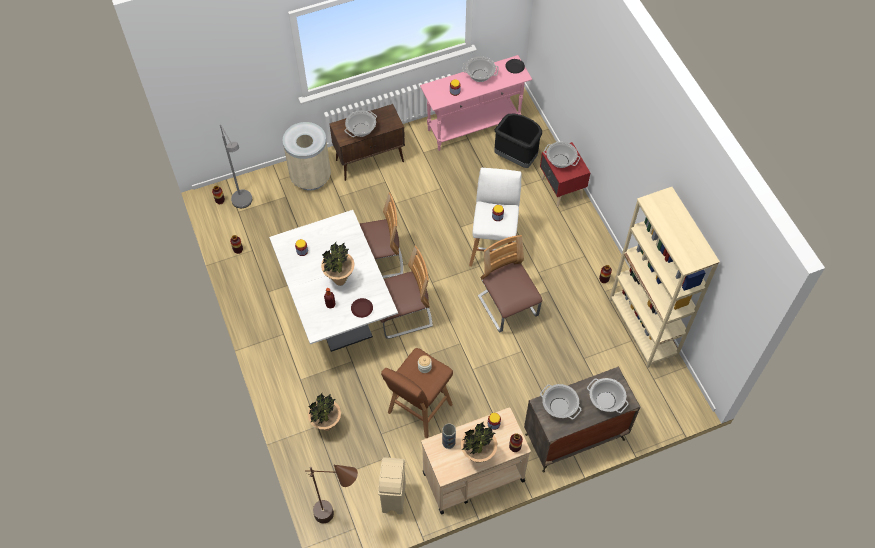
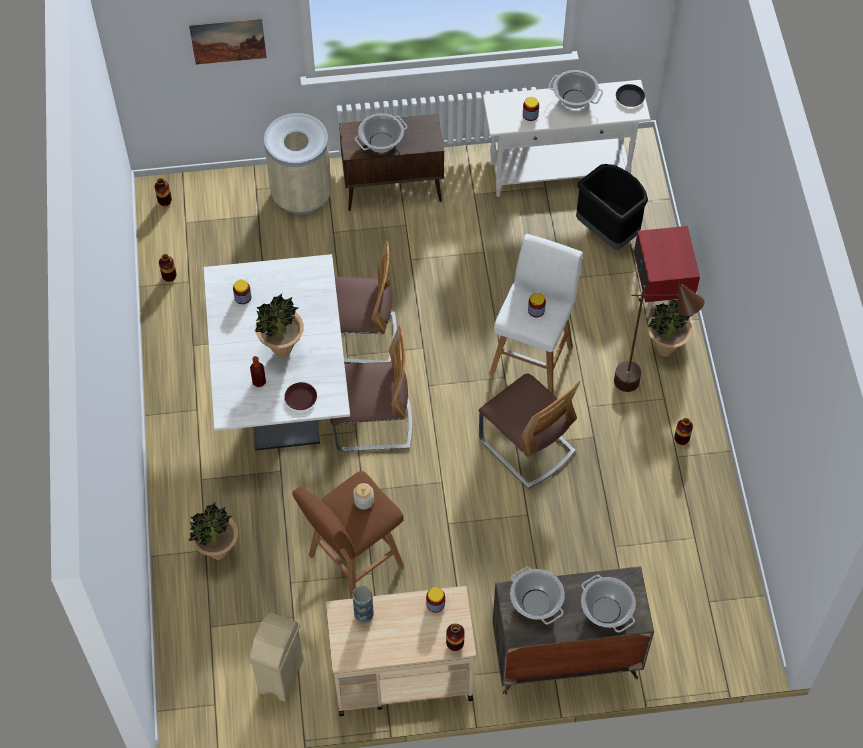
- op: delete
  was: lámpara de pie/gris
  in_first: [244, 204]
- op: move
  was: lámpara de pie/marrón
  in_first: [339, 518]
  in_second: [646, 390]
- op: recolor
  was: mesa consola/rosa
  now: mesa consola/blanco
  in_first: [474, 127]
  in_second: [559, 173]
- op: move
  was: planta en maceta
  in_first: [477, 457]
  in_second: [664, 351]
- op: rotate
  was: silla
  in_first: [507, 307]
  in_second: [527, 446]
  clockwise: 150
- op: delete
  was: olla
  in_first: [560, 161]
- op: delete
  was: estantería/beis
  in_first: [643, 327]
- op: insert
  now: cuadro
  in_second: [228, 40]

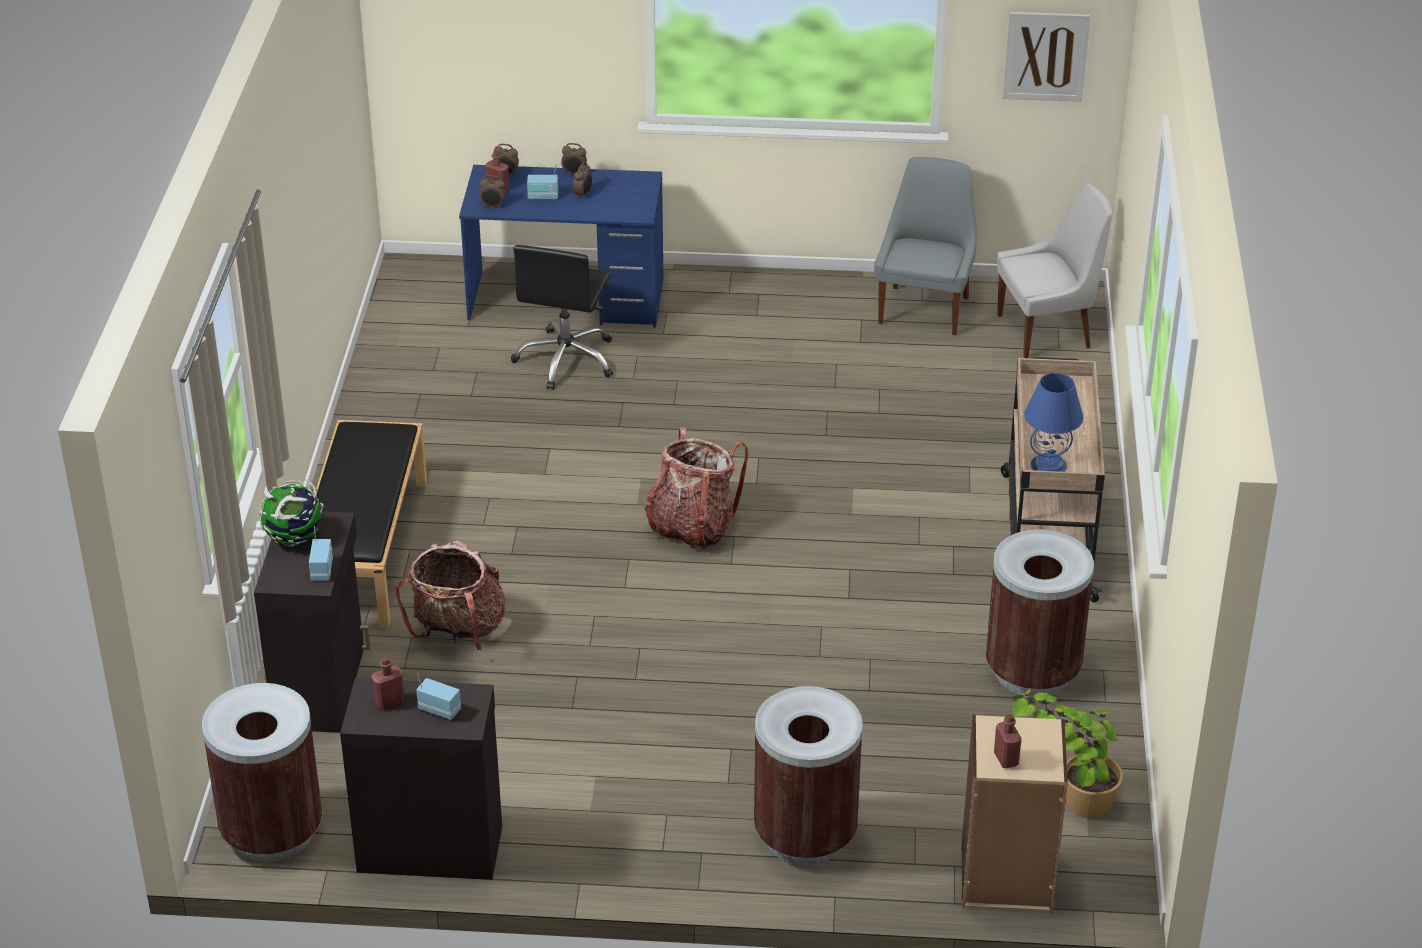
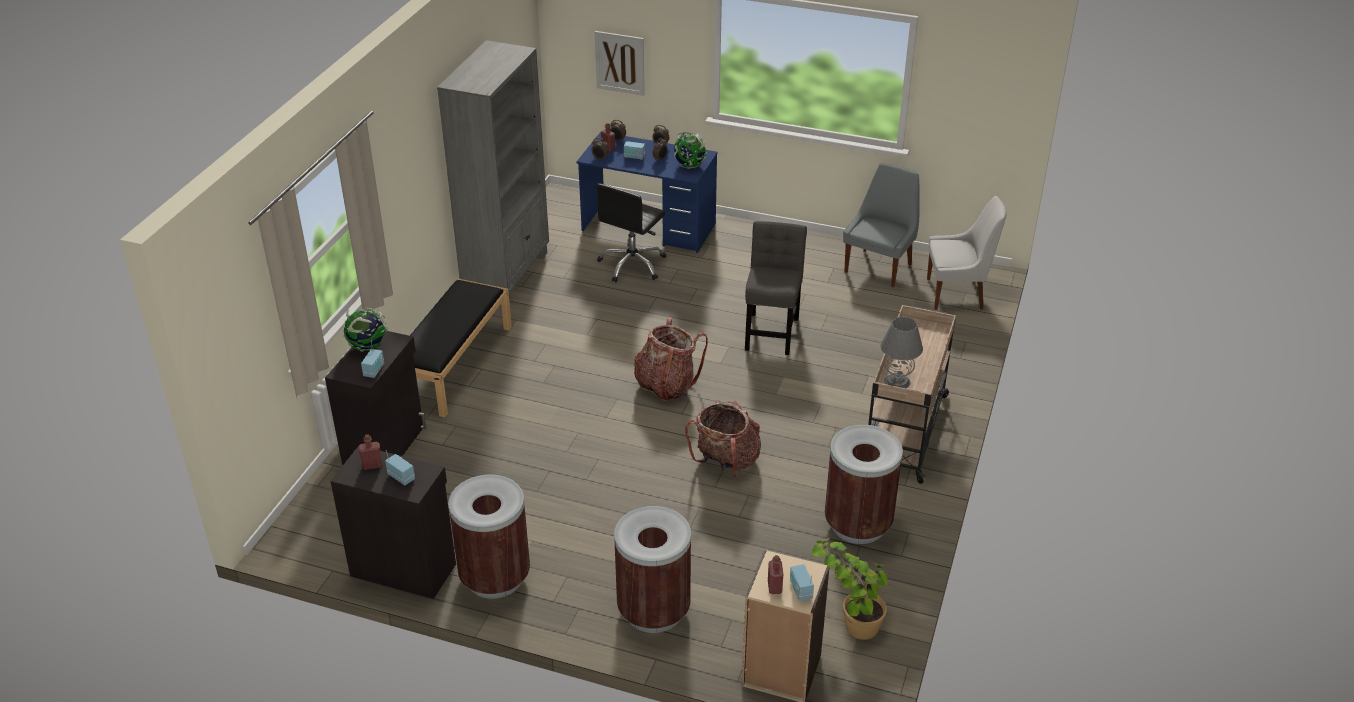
- op: move
  was: papelera/marrón
  in_first: [272, 831]
  in_second: [495, 577]
- op: move
  was: mochila
  in_first: [458, 630]
  in_second: [726, 461]
- op: move
  was: cuadro
  in_first: [1046, 56]
  in_second: [620, 63]
- op: recolor
  was: lámpara de mesa/azul
  now: lámpara de mesa/gris
  in_first: [1048, 465]
  in_second: [897, 382]
- op: insert
  now: estantería/gris
  in_second: [507, 273]
- op: insert
  now: globo terráqueo
  in_second: [689, 166]
- op: insert
  now: silla/gris
  in_second: [771, 331]
- op: insert
  now: radio
  in_second: [800, 590]

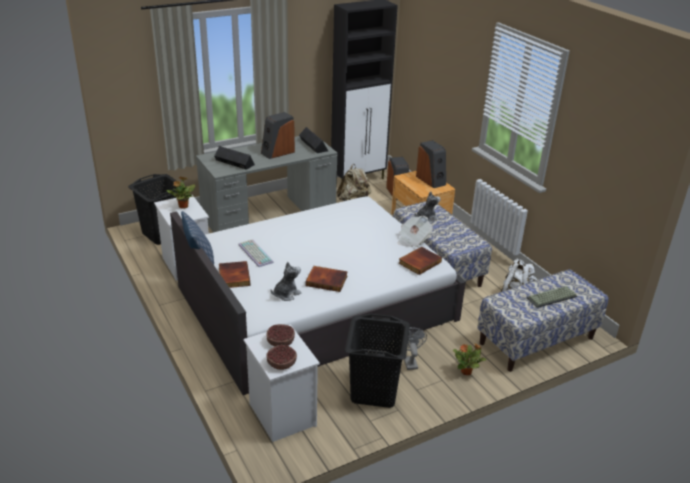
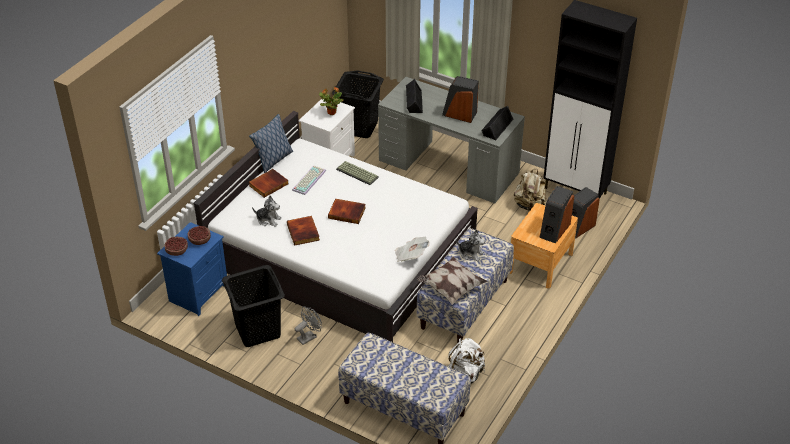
- op: recolor
  was: mesita de noche/blanco
  now: mesita de noche/azul
  in_first: [280, 414]
  in_second: [198, 293]
- op: move
  was: libro
  in_first: [419, 262]
  in_second: [347, 212]
- op: delete
  was: planta en maceta
  in_first: [466, 372]
- op: move
  was: teclado
  in_first: [551, 298]
  in_second: [356, 173]
- op: insert
  now: cojín
  in_second: [451, 288]

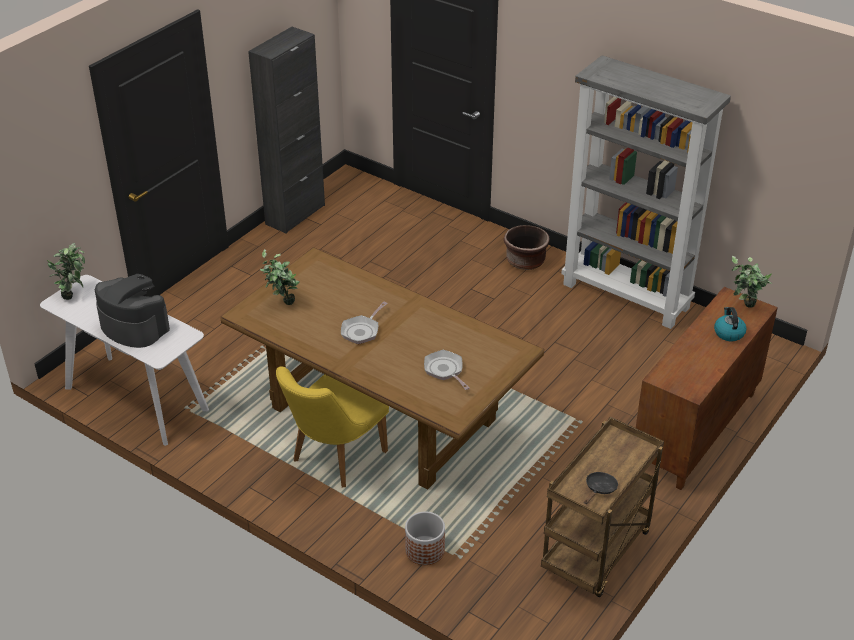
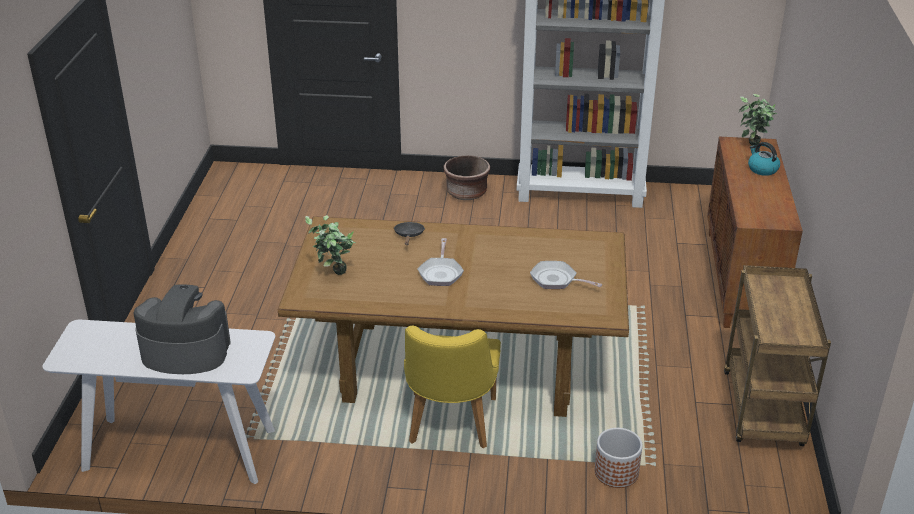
- op: delete
  was: planta en maceta
  in_first: [74, 294]
- op: delete
  was: armario/negro
  in_first: [295, 214]
- op: move
  was: sartén/negro
  in_first: [599, 489]
  in_second: [409, 235]

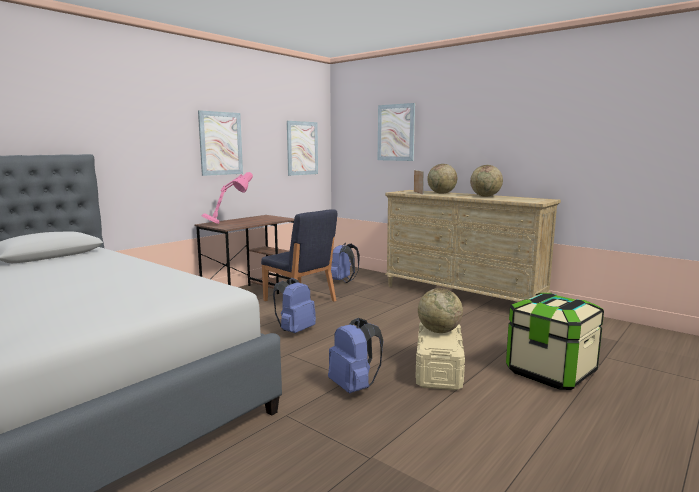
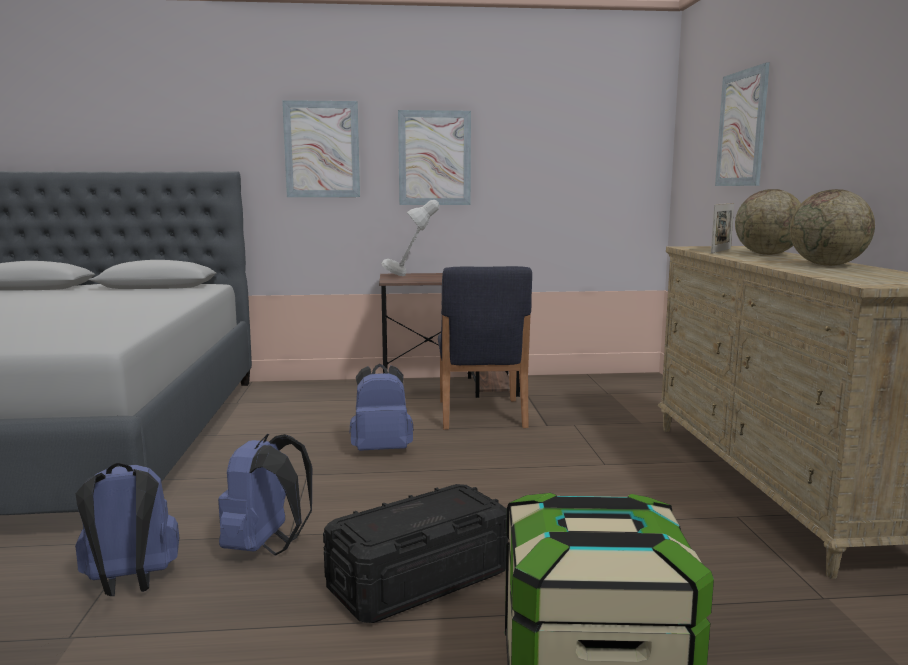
- op: recolor
  was: lámpara de mesa/rosa
  now: lámpara de mesa/gris
  in_first: [228, 224]
  in_second: [411, 277]
- op: move
  was: cuadro
  in_first: [302, 148]
  in_second: [322, 149]
- op: move
  was: mochila/azul
  in_first: [343, 281]
  in_second: [130, 583]
- op: recolor
  was: caja de almacenaje/beis
  now: caja de almacenaje/negro
  in_first: [439, 369]
  in_second: [419, 580]
- op: delete
  was: globo terráqueo
  in_first: [439, 331]

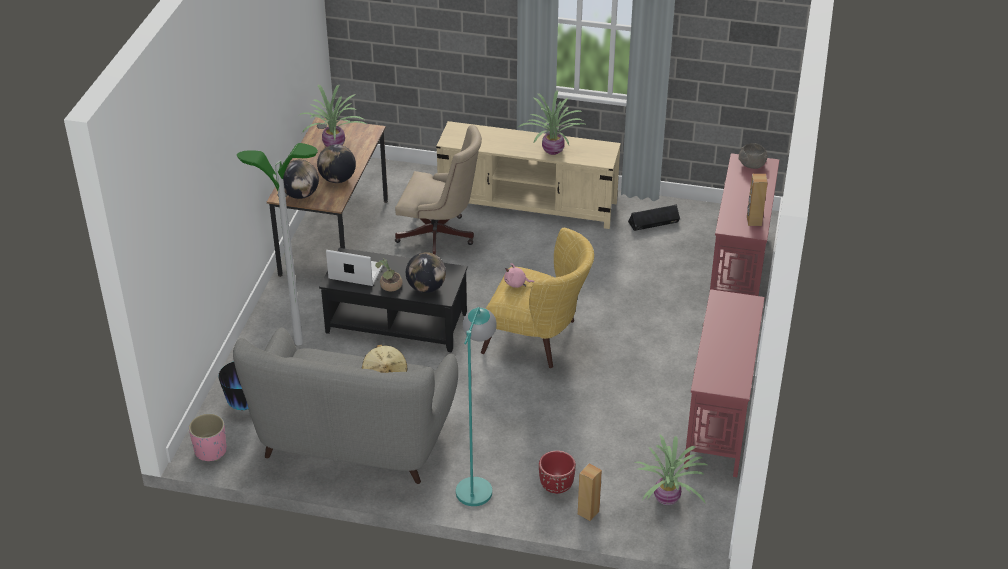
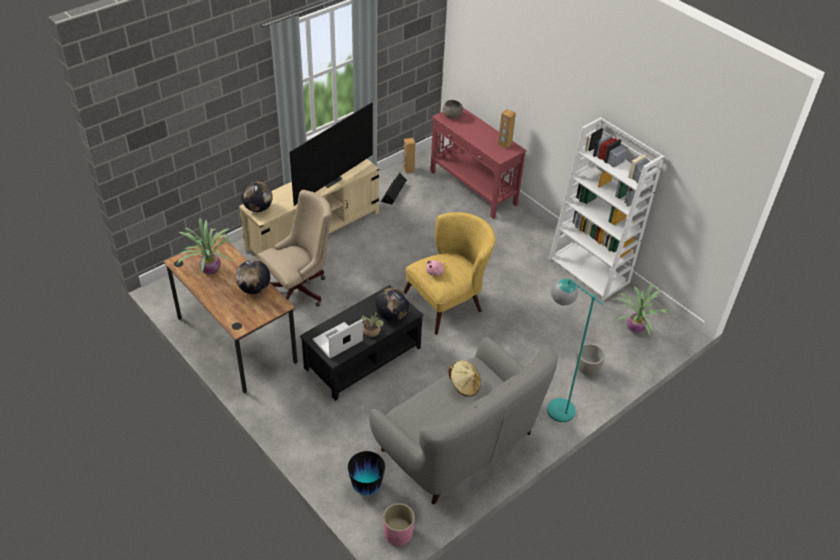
- op: delete
  was: lámpara de pie
  in_first: [299, 342]
- op: move
  was: globo terráqueo
  in_first: [300, 195]
  in_second: [258, 208]
- op: replace
  was: planta en maceta
  now: televisor
  in_first: [553, 150]
  in_second: [330, 180]
- op: recolor
  was: maceta/rojo
  now: maceta/gris
  in_first: [556, 487]
  in_second: [587, 370]
- op: move
  was: altavoz/marrón
  in_first: [588, 512]
  in_second: [408, 169]
- op: replace
  was: mesa consola/rojo
  now: estantería/blanco
  in_first: [718, 421]
  in_second: [589, 271]

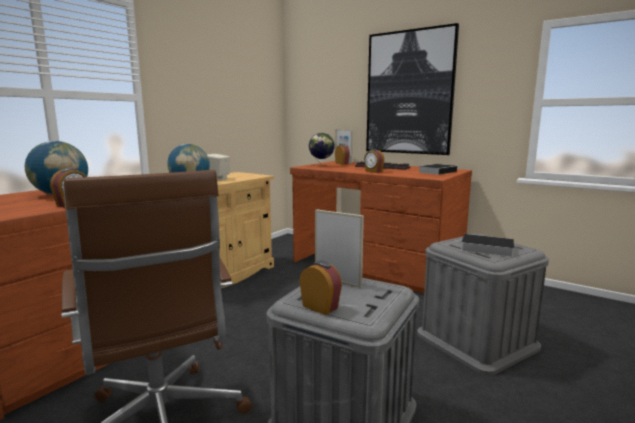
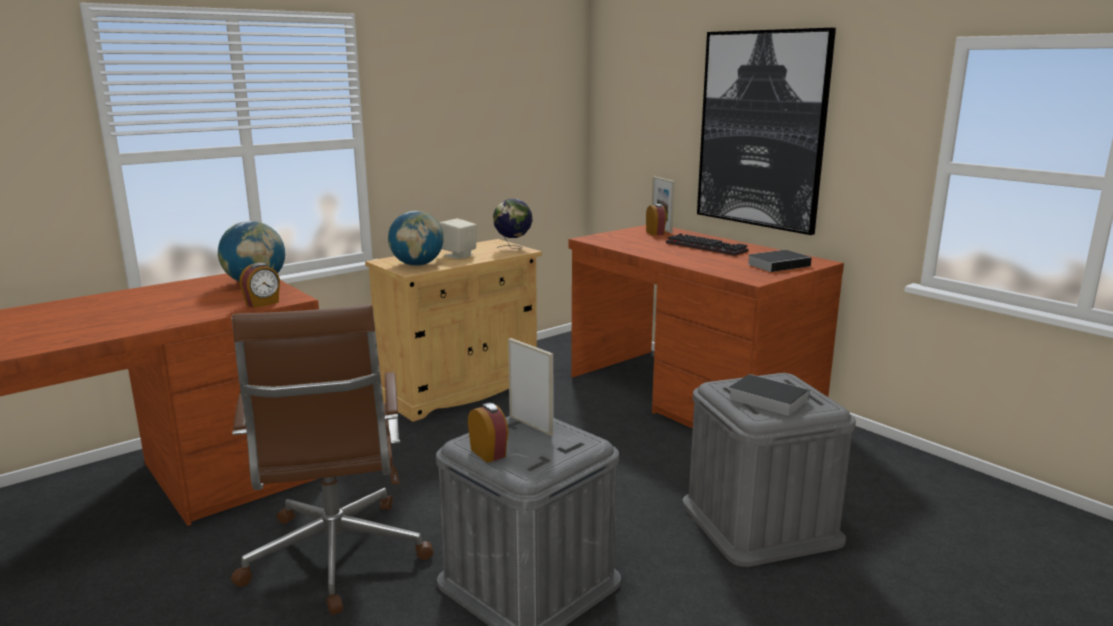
- op: move
  was: globo terráqueo
  in_first: [321, 166]
  in_second: [513, 248]
- op: delete
  was: despertador
  in_first: [373, 171]

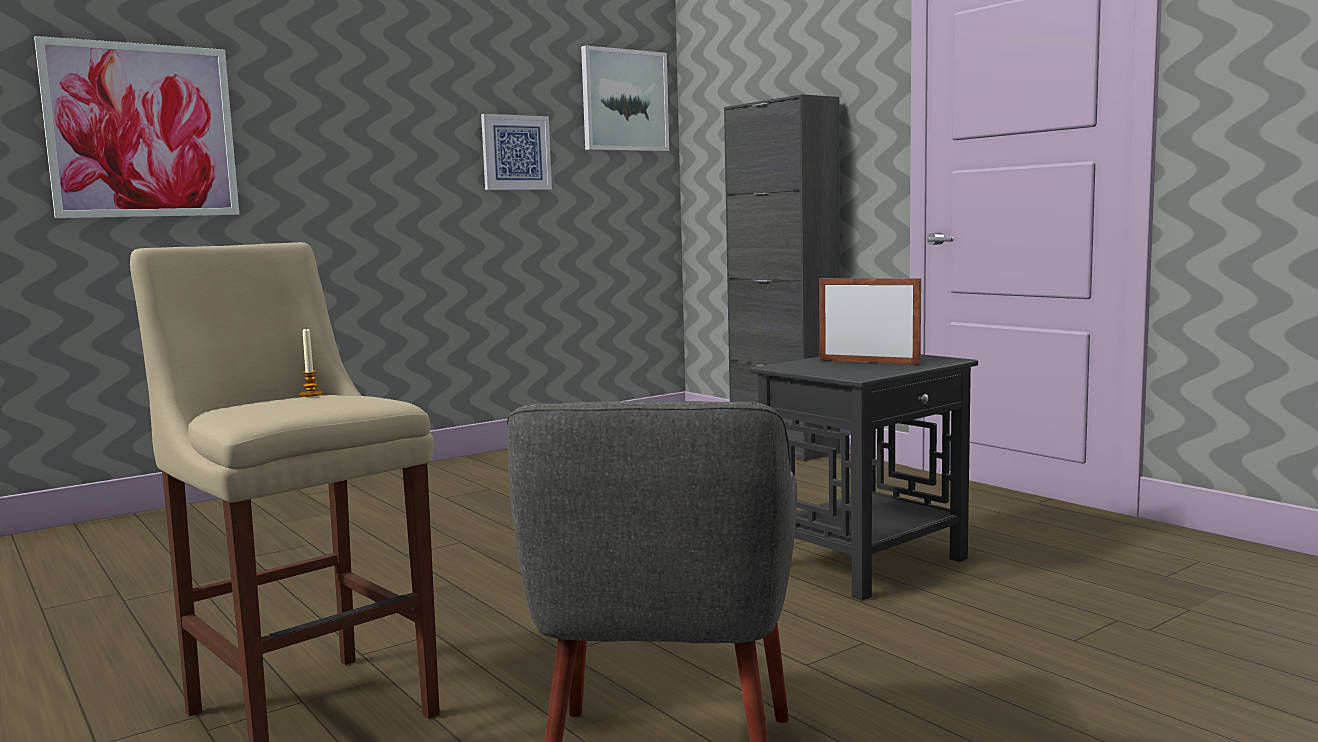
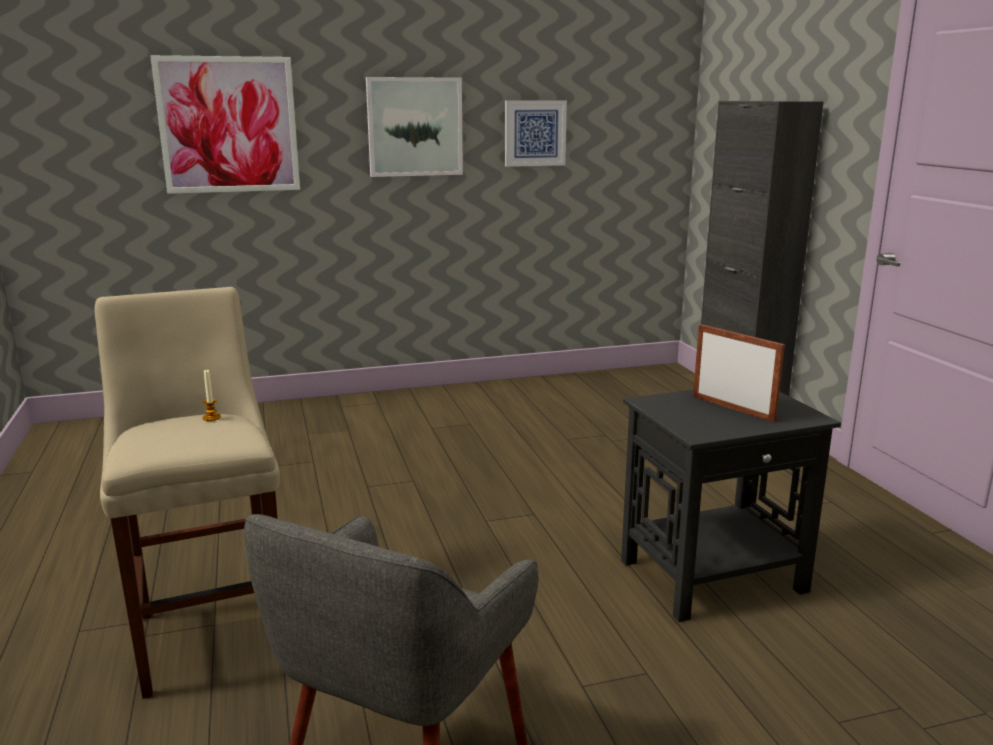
- op: move
  was: cuadro
  in_first: [624, 100]
  in_second: [414, 127]

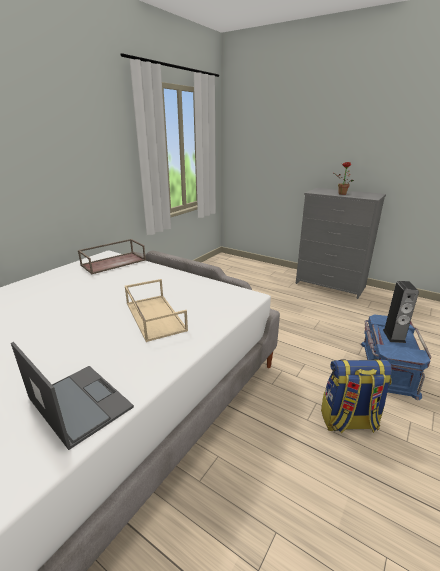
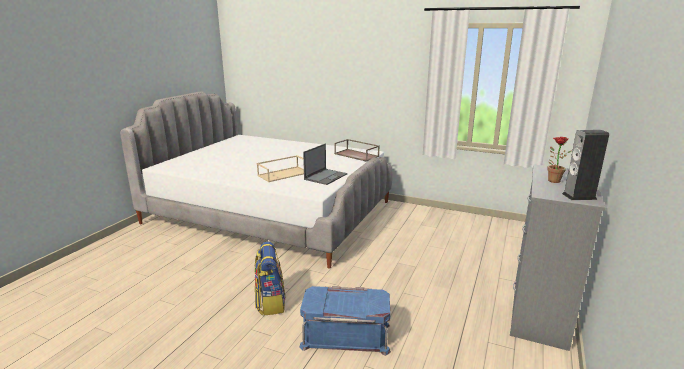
- op: move
  was: portátil
  in_first: [79, 403]
  in_second: [326, 176]
- op: move
  was: altavoz
  in_first: [393, 336]
  in_second: [579, 196]

